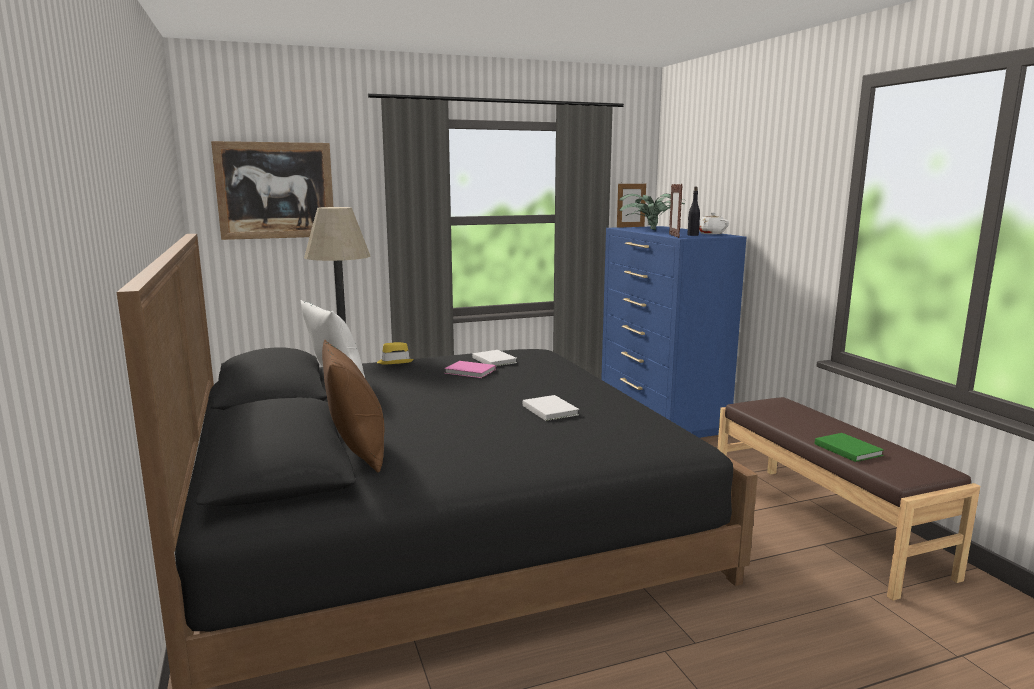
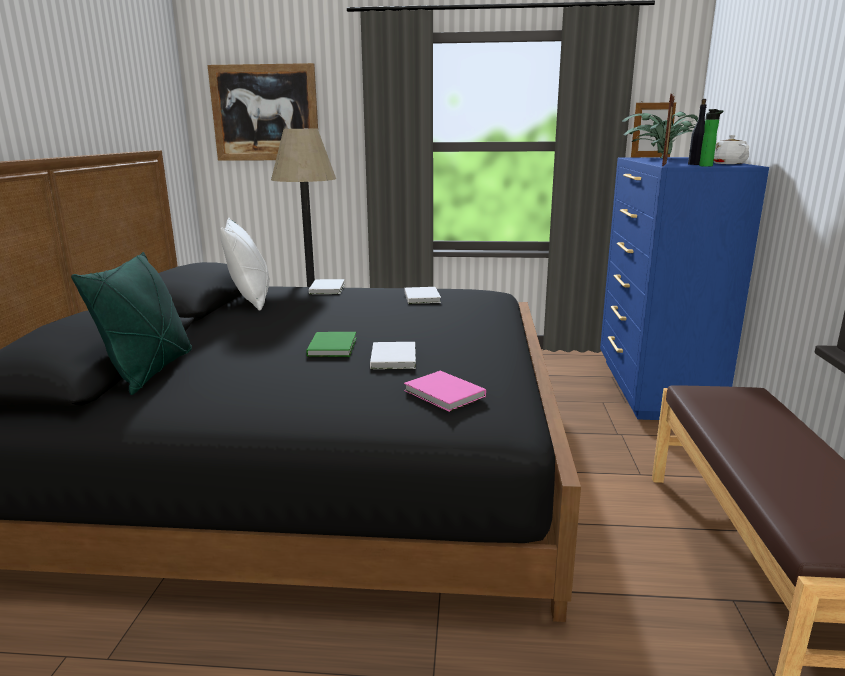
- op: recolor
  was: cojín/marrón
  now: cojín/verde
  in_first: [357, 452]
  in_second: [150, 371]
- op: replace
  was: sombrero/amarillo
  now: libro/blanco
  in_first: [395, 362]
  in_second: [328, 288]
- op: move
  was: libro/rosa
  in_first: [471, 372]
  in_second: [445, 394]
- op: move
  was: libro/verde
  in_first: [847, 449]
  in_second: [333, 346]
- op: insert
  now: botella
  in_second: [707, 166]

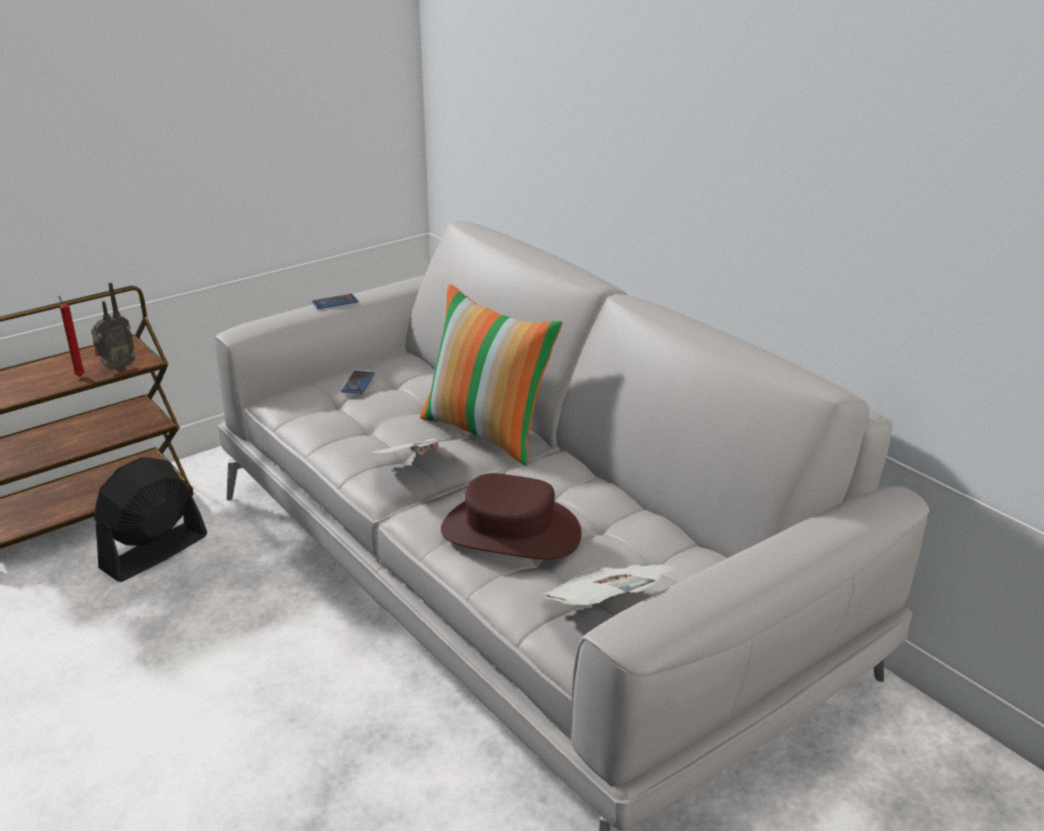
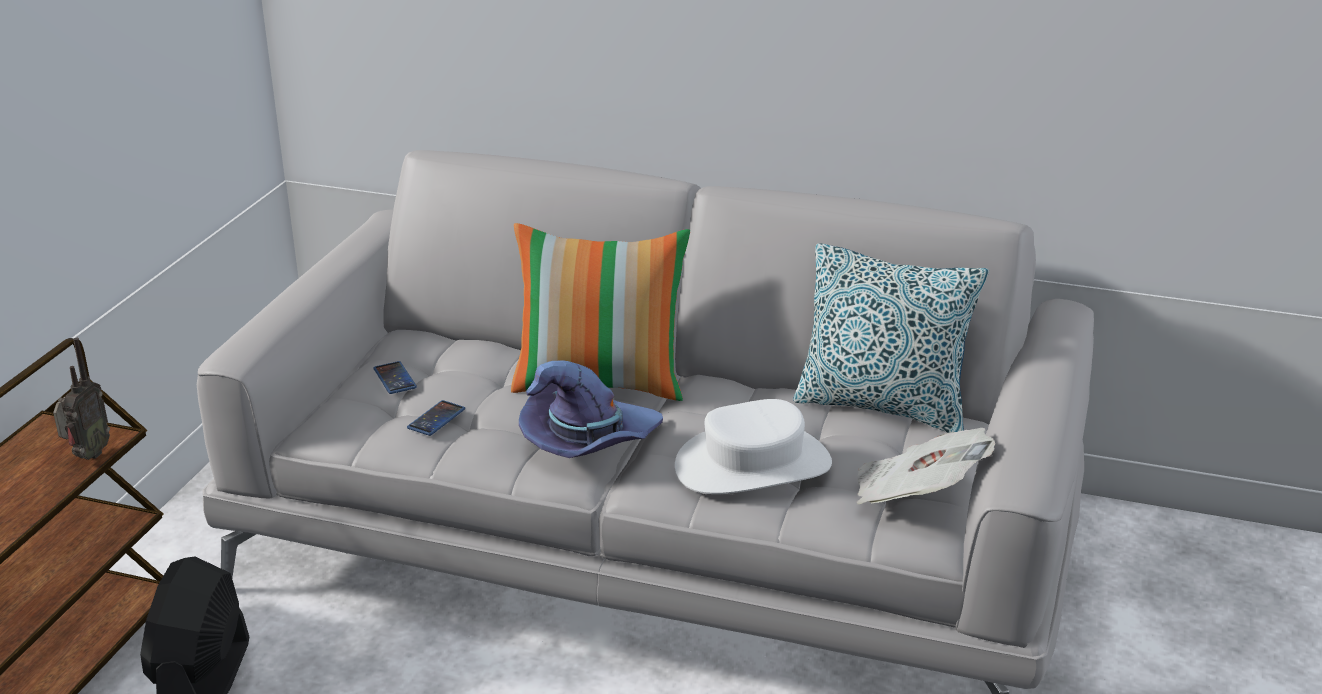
- op: delete
  was: vela/rojo
  in_first: [79, 376]
- op: move
  was: móvil
  in_first: [335, 302]
  in_second: [436, 419]
- op: replace
  was: periódico
  now: sombrero/morado
  in_first: [421, 469]
  in_second: [588, 440]
- op: recolor
  was: sombrero/marrón
  now: sombrero/blanco
  in_first: [510, 532]
  in_second: [753, 465]
- op: insert
  now: cojín
  in_second: [882, 406]

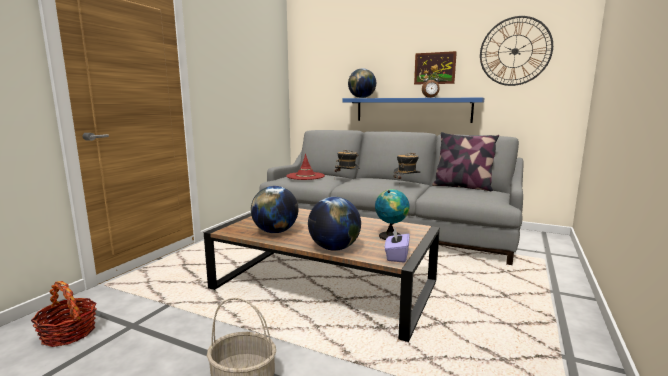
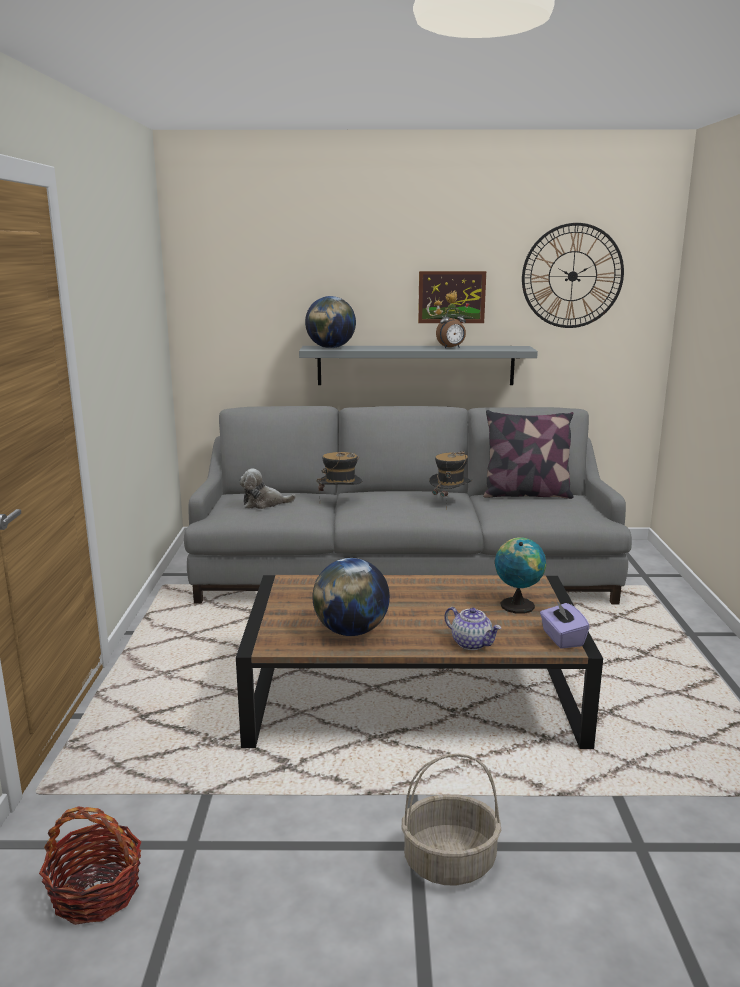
- op: replace
  was: sombrero/rojo
  now: peluche
  in_first: [305, 176]
  in_second: [264, 504]
- op: replace
  was: globo terráqueo
  now: tetera
  in_first: [334, 248]
  in_second: [472, 643]
- op: recolor
  was: estante/azul
  now: estante/gris
  in_first: [412, 110]
  in_second: [415, 365]

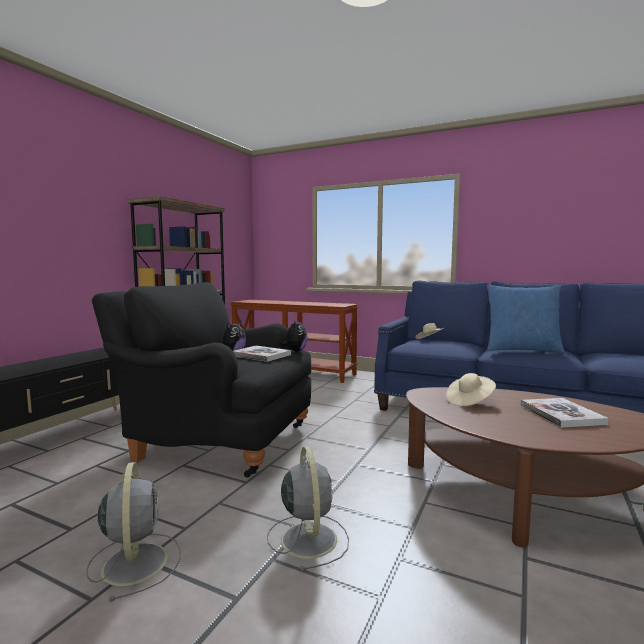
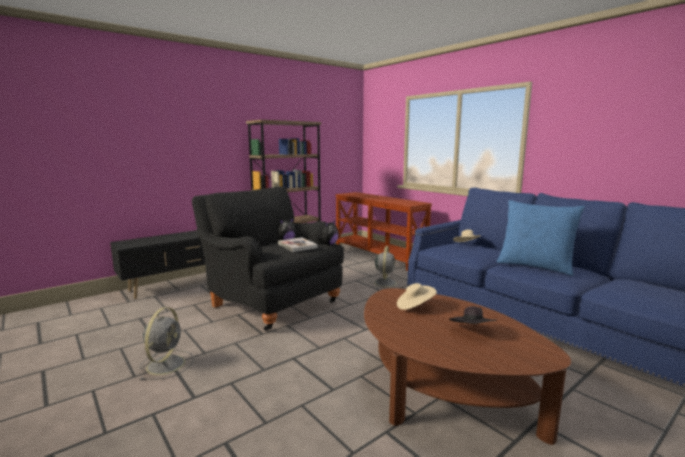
- op: move
  was: ventilador/gris
  in_first: [308, 538]
  in_second: [385, 282]
- op: replace
  was: libro
  now: sombrero/negro
  in_first: [561, 414]
  in_second: [472, 331]

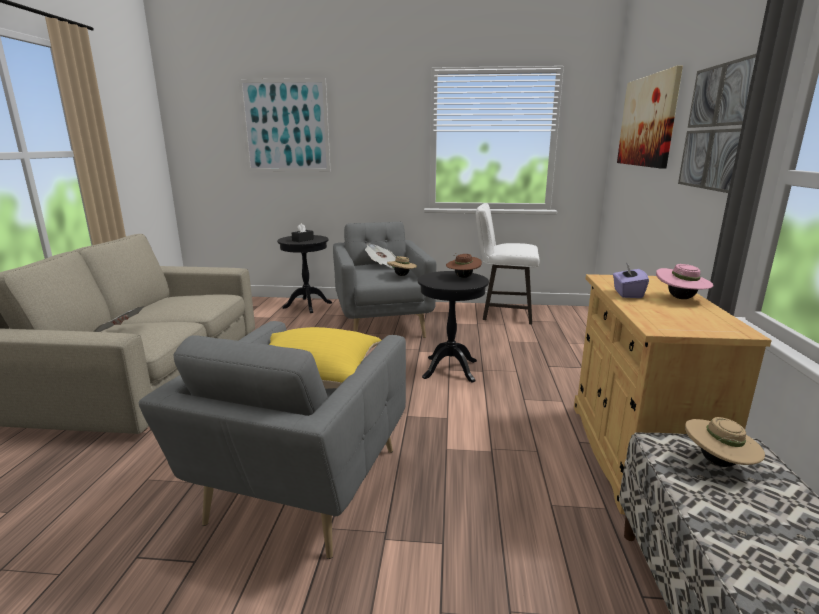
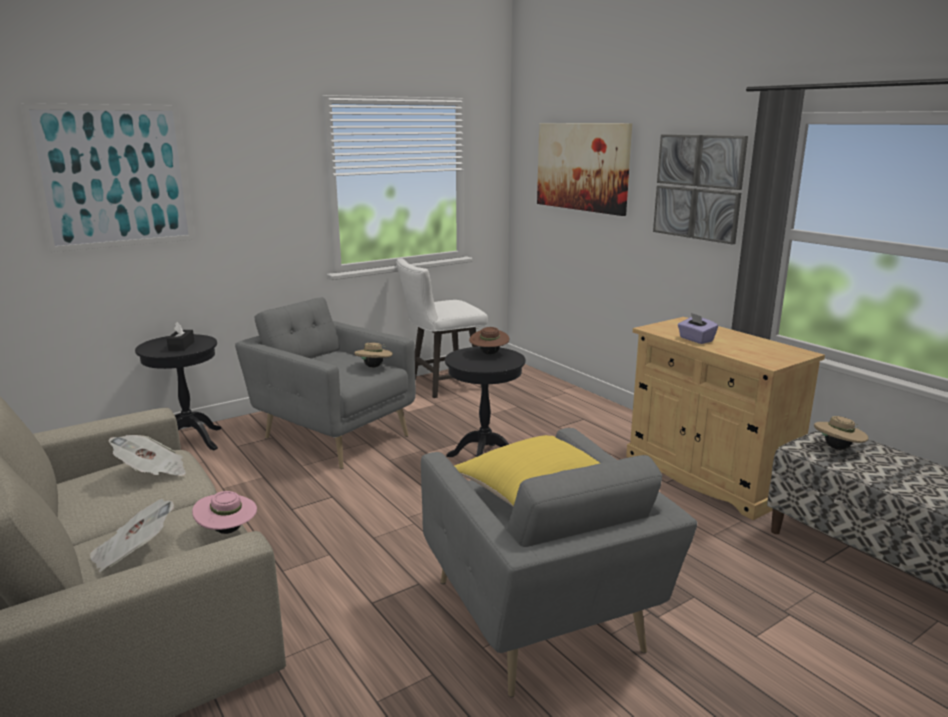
- op: move
  was: periódico
  in_first: [383, 266]
  in_second: [153, 472]
- op: move
  was: sombrero/rosa
  in_first: [680, 298]
  in_second: [228, 531]

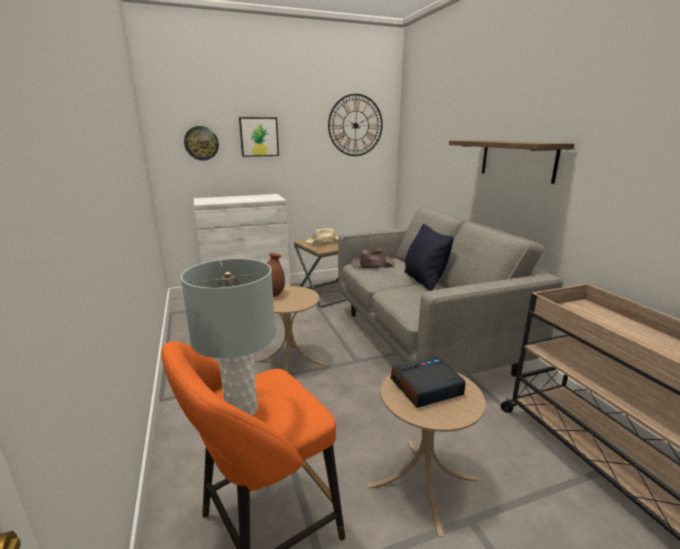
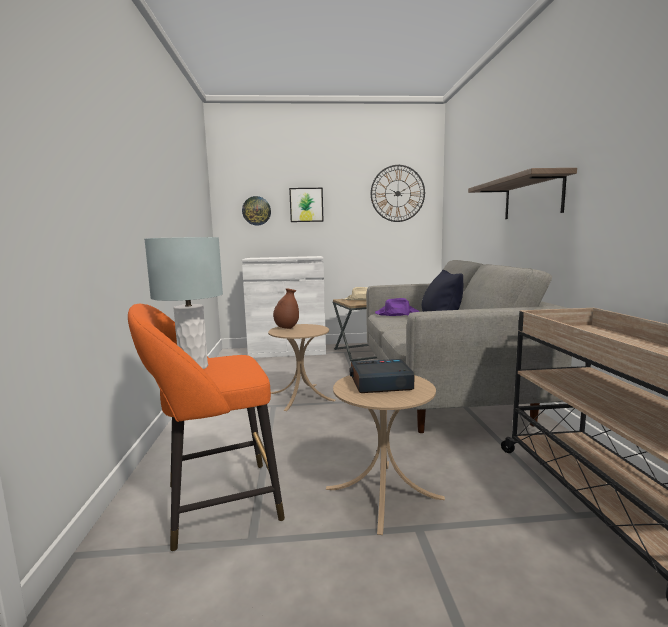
- op: recolor
  was: sombrero/marrón
  now: sombrero/morado
  in_first: [372, 264]
  in_second: [396, 314]

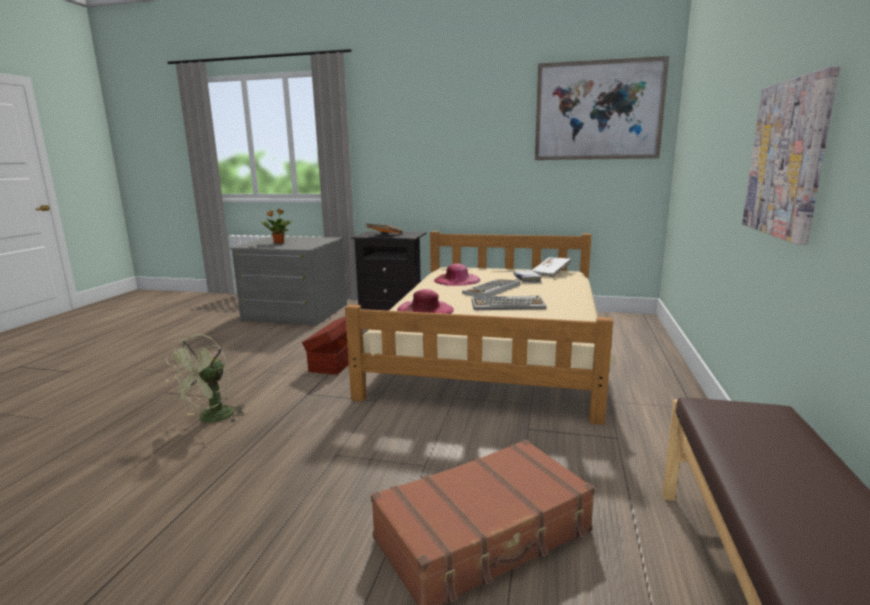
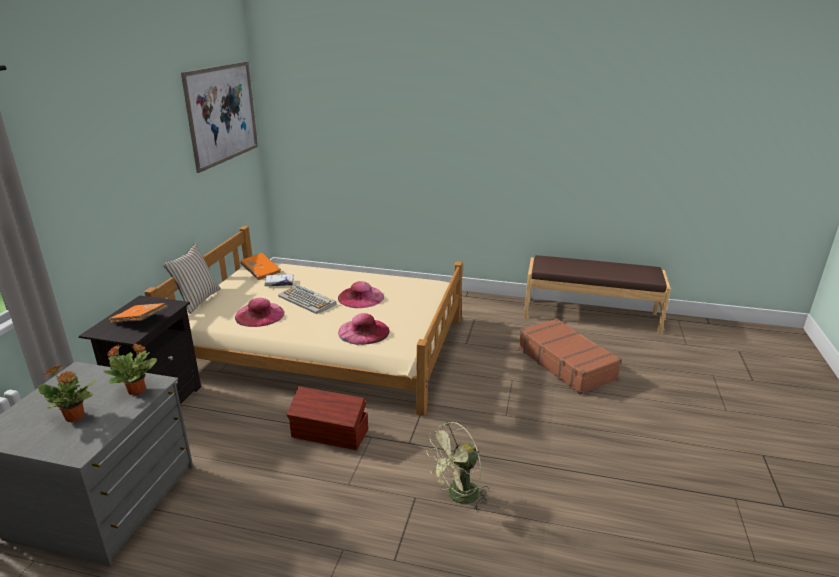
- op: rotate
  was: ventilador/verde
  in_first: [211, 419]
  in_second: [458, 496]
  clockwise: 120
- op: replace
  was: teclado
  now: sombrero/rosa
  in_first: [508, 305]
  in_second: [361, 297]
- op: recolor
  was: libro/blanco
  now: libro/naranja
  in_first: [550, 273]
  in_second: [261, 272]
- op: delete
  was: cuadro
  in_first: [787, 159]
- op: insert
  now: planta en maceta
  in_second: [137, 390]
- op: insert
  now: cojín/beis
  in_second: [197, 300]

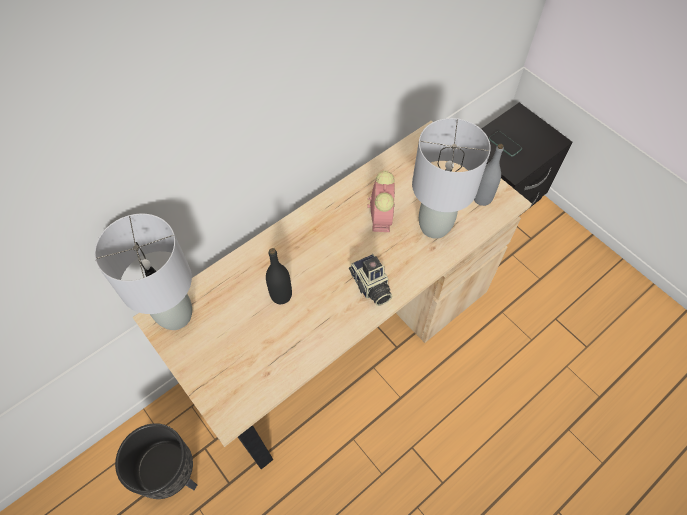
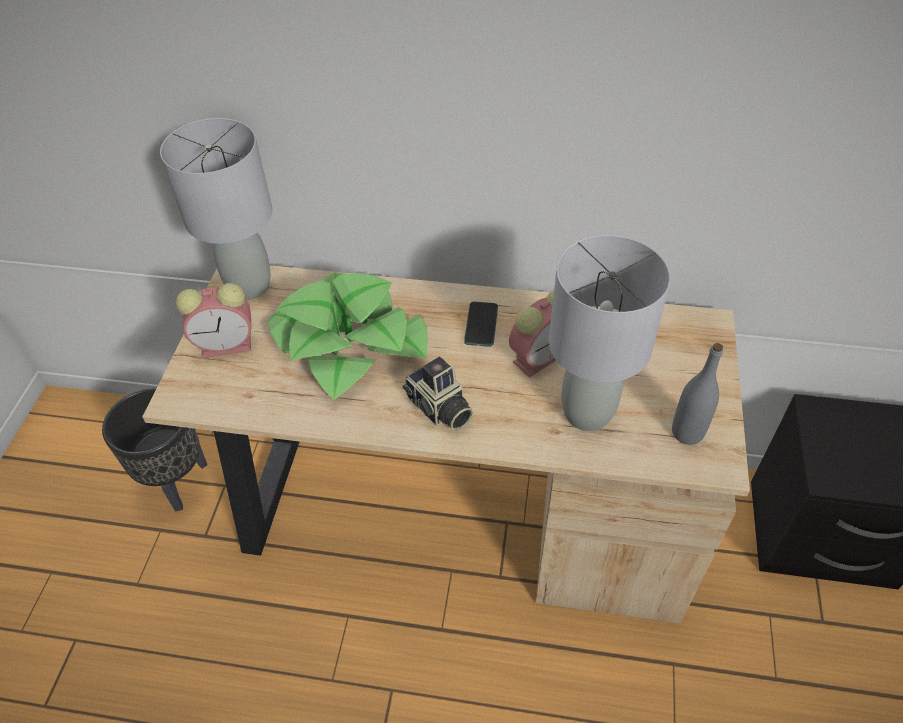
- op: replace
  was: botella/negro
  now: planta en maceta
  in_first: [281, 295]
  in_second: [350, 344]
- op: rotate
  was: cámara
  in_first: [370, 287]
  in_second: [439, 409]
  clockwise: -60
- op: move
  was: móvil
  in_first: [505, 144]
  in_second: [481, 325]
- op: insert
  now: despertador
  in_second: [228, 344]

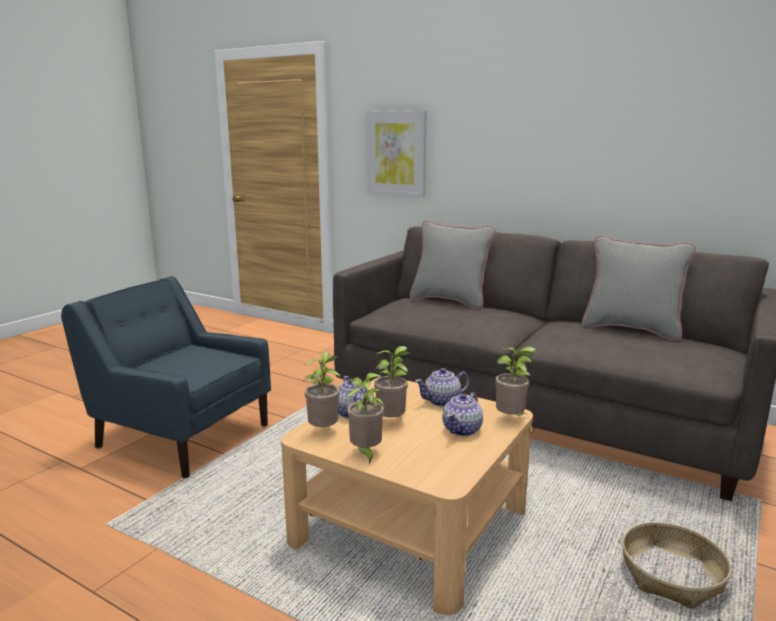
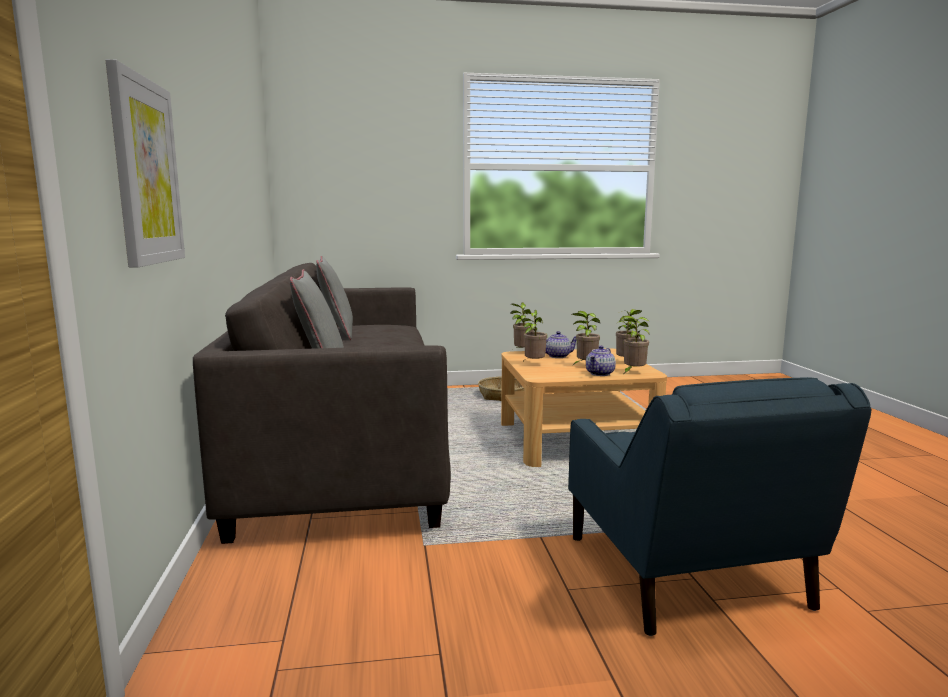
- op: replace
  was: tetera
  now: planta en maceta
  in_first: [442, 401]
  in_second: [533, 364]

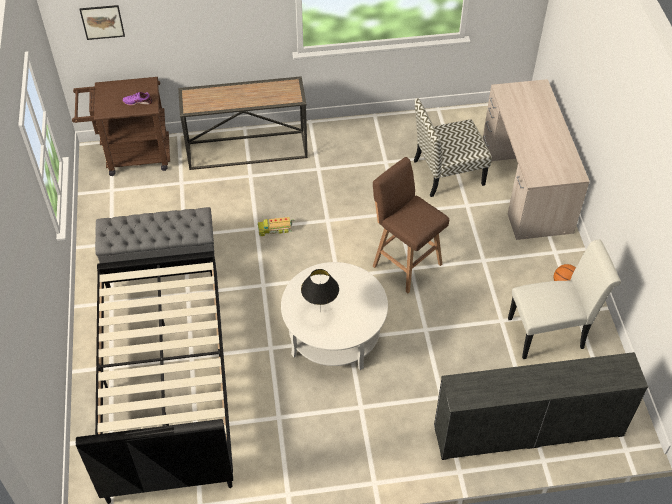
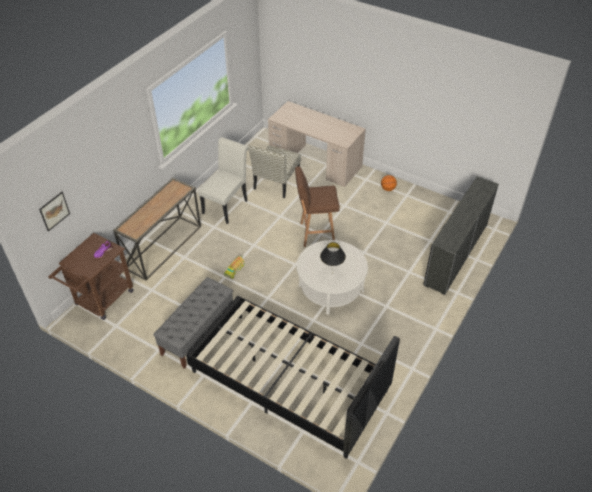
- op: move
  was: silla/blanco
  in_first: [551, 332]
  in_second: [227, 205]

